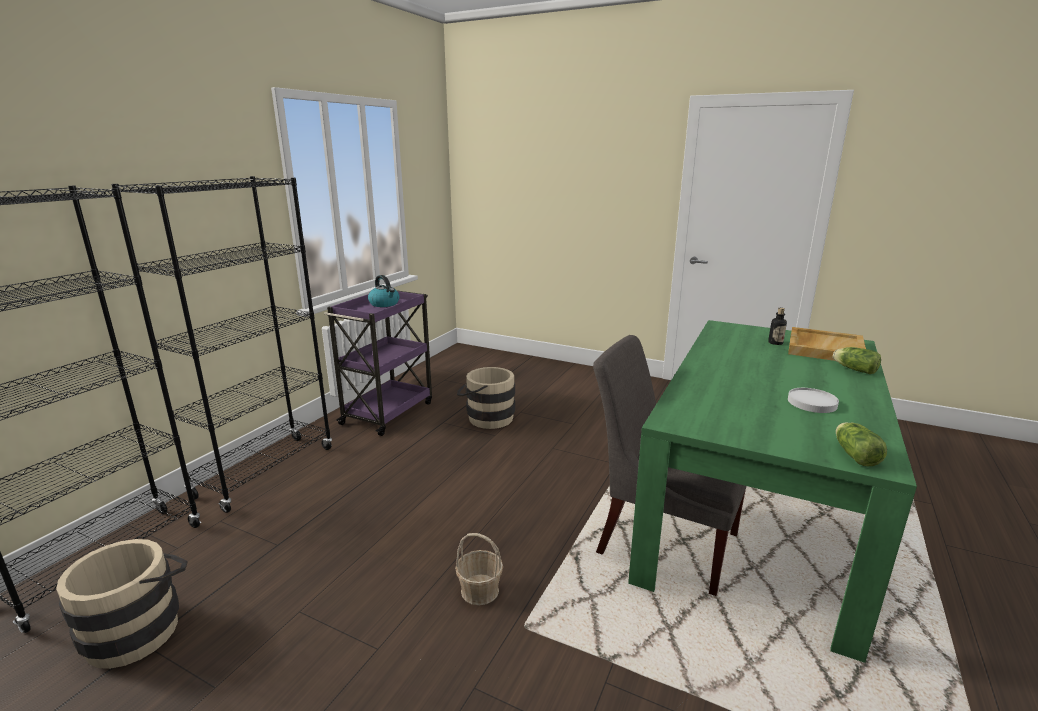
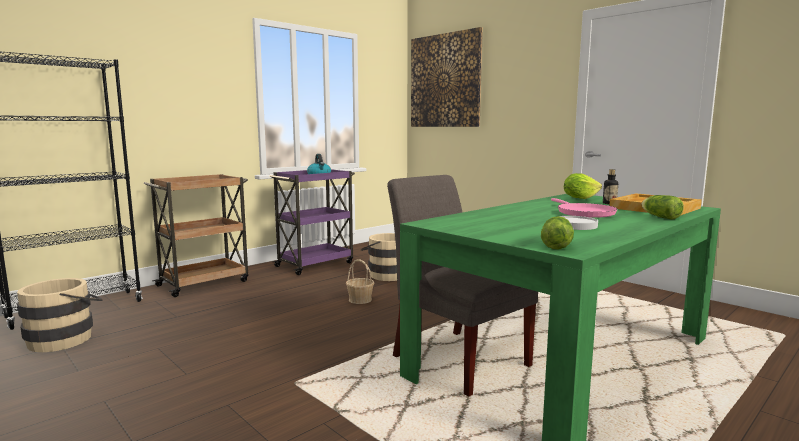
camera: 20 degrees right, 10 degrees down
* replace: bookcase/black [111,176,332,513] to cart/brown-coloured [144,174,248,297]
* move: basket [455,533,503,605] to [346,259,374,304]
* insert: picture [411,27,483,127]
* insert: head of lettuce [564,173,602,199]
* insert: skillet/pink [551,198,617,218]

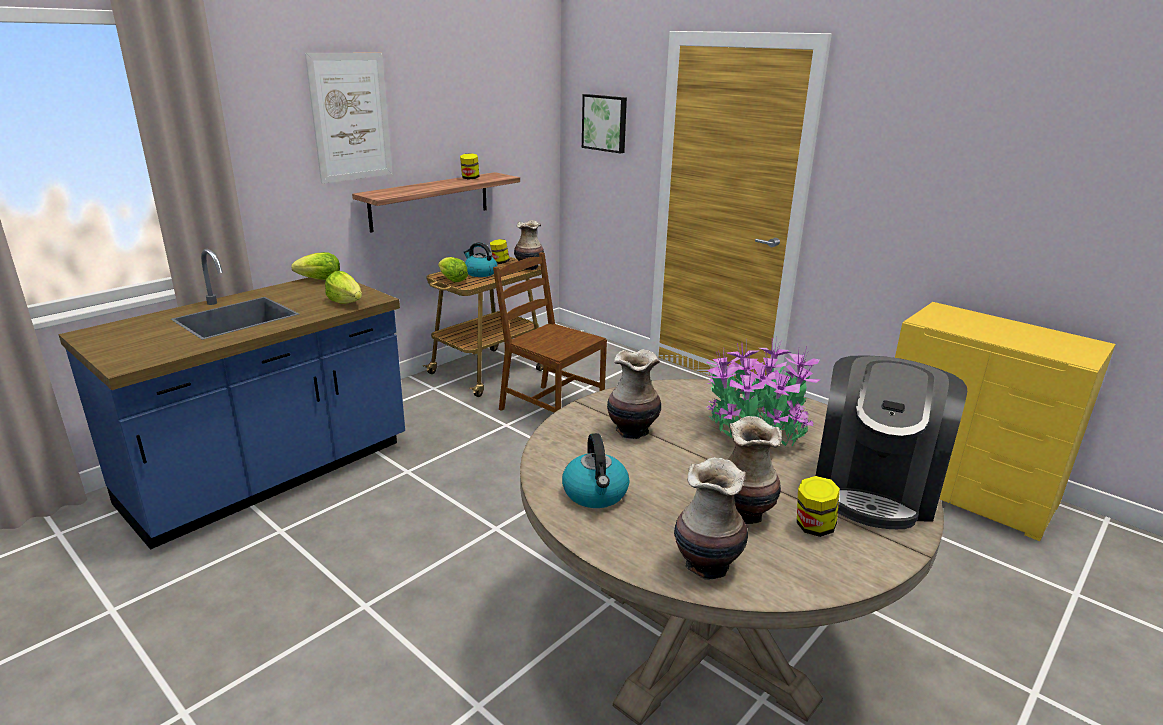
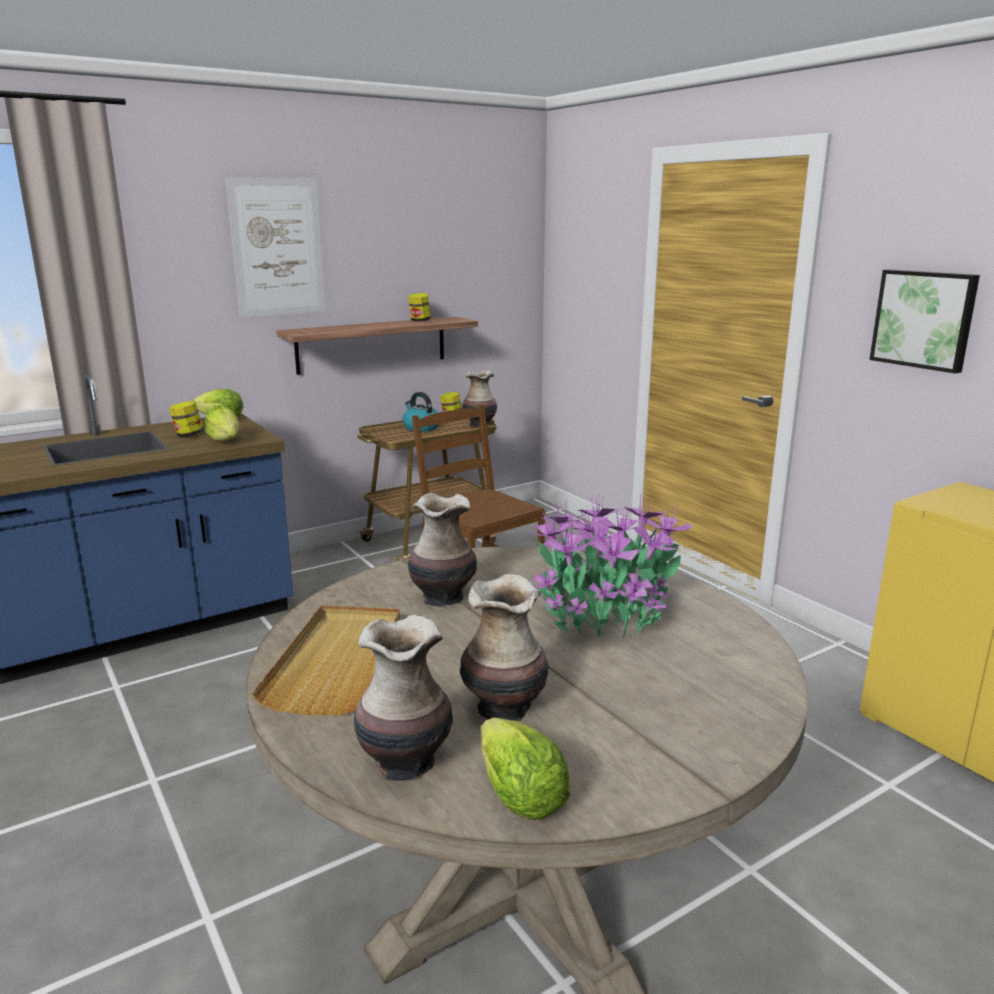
camera: 15 degrees right, 5 degrees down
* move: picture [582,94,627,153] to [870,269,980,373]
* move: head of lettuce [438,257,468,282] to [481,718,570,820]
* delete: coffee brewer [816,355,967,529]
* replace: tea kettle [562,433,629,508] to serving tray/beige-coloured [251,605,400,715]
* move: preserve jar [797,476,840,537] to [169,401,204,437]

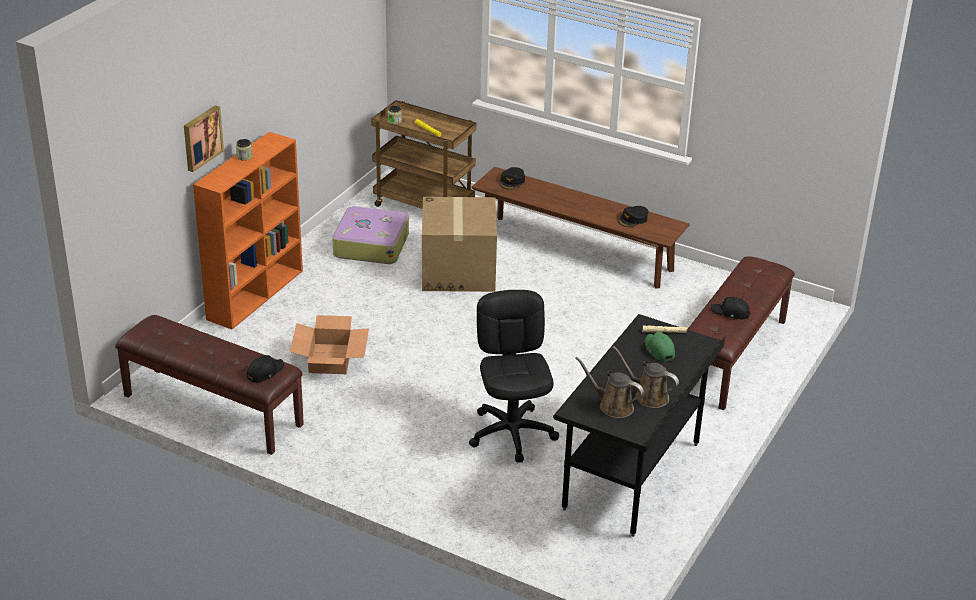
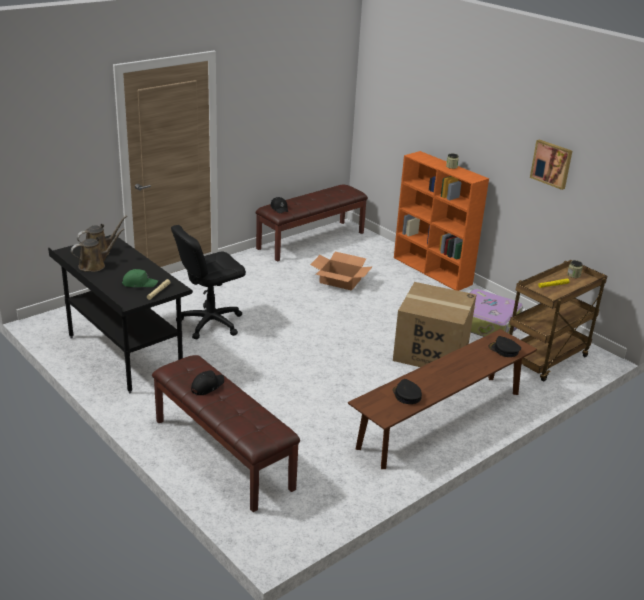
camera: 110 degrees right, 5 degrees down
* move: picture [184,105,224,172] to [530,139,572,190]
* rotate: office chair/black [469,290,559,463] = [171,225,246,339] 135 degrees clockwise

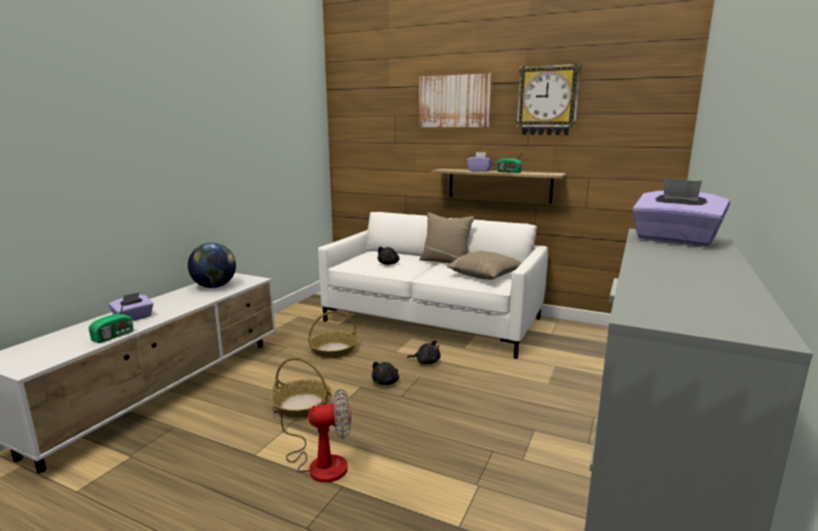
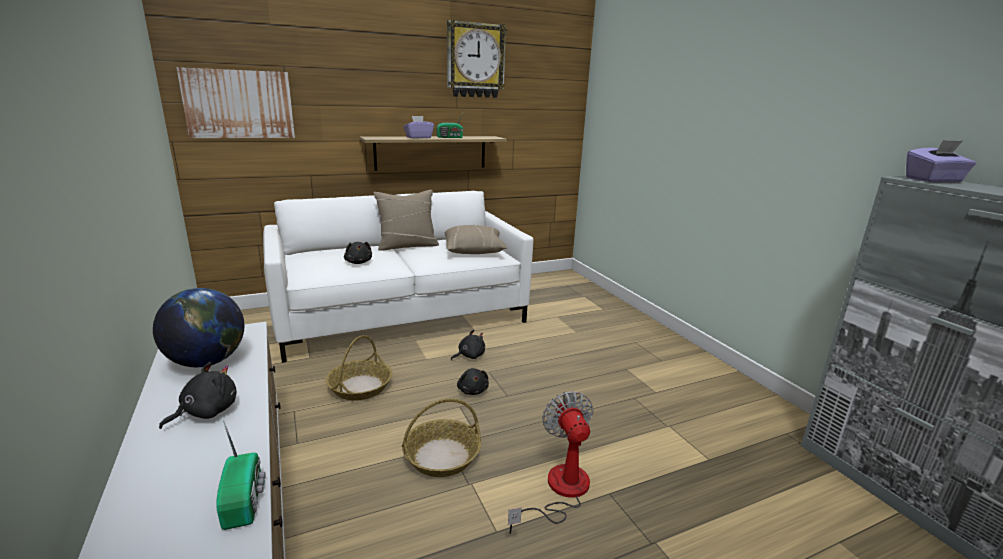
camera: 50 degrees left, 5 degrees up
* move: picture [419,73,492,127] to [176,67,295,138]
* delete: tissue holder/purplish [109,292,153,321]
* rotate: fan [273,389,351,483] = [508,391,593,534] 45 degrees counterclockwise
* insert: soft toy/black [159,362,237,429]

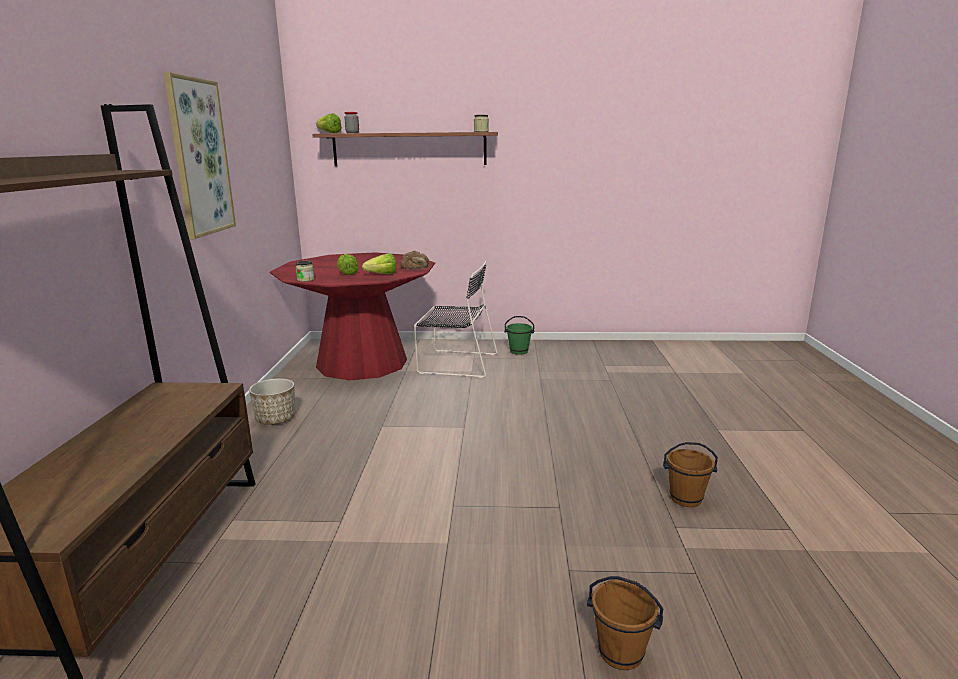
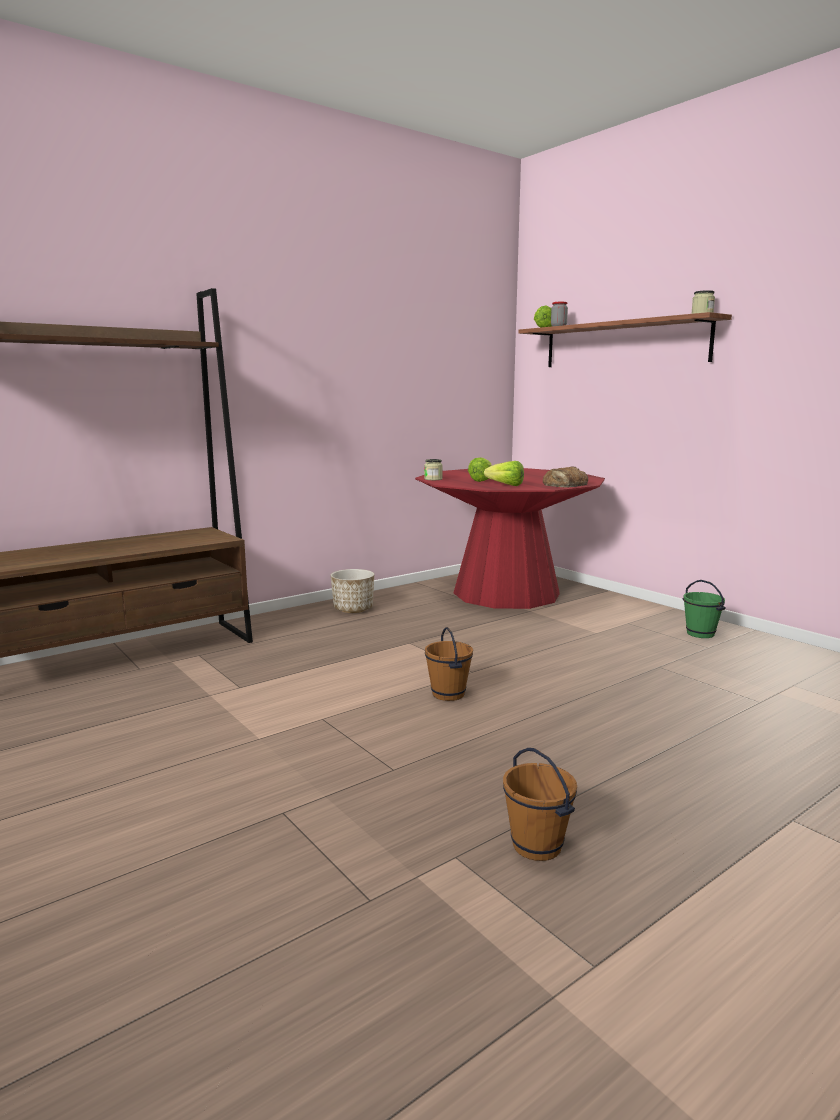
camera: 50 degrees right, 5 degrees down
* delete: picture [164,72,236,239]
* delete: upright chair/black [414,261,497,378]
* move: water bucket/brown-coloured [587,576,663,670] to [425,627,473,701]

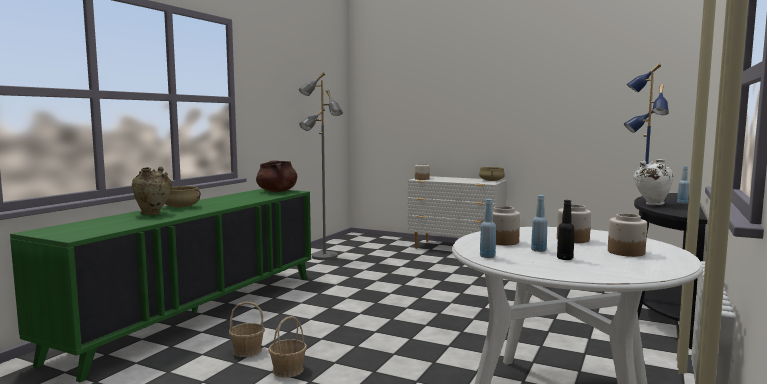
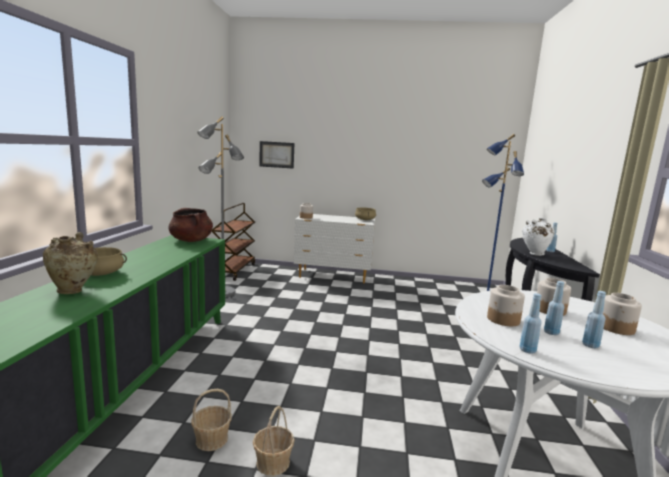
camera: 20 degrees left, 5 degrees up
* recolor: drink bottle/black [557,200,575,260] to drink bottle/blue [582,291,606,349]
* insert: picture [259,141,294,169]
* insert: cart/brown-coloured [212,203,255,281]

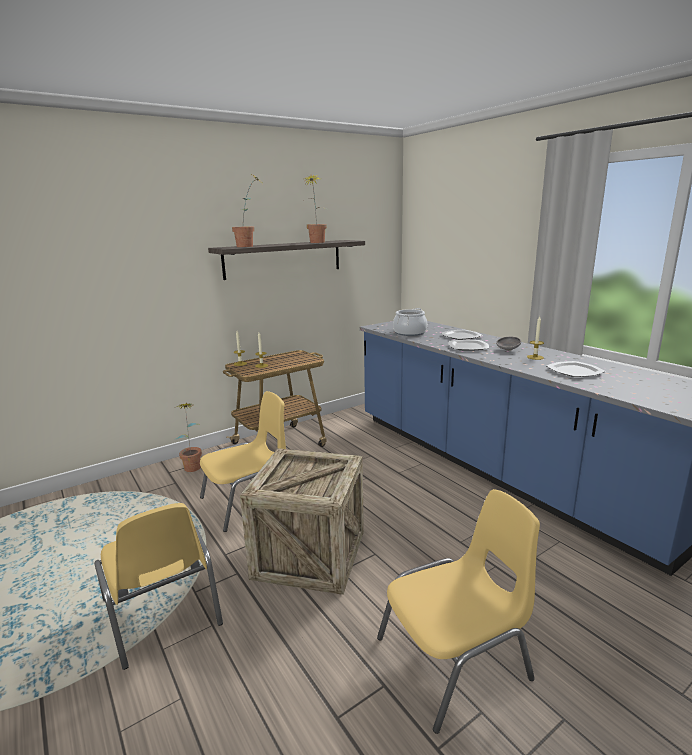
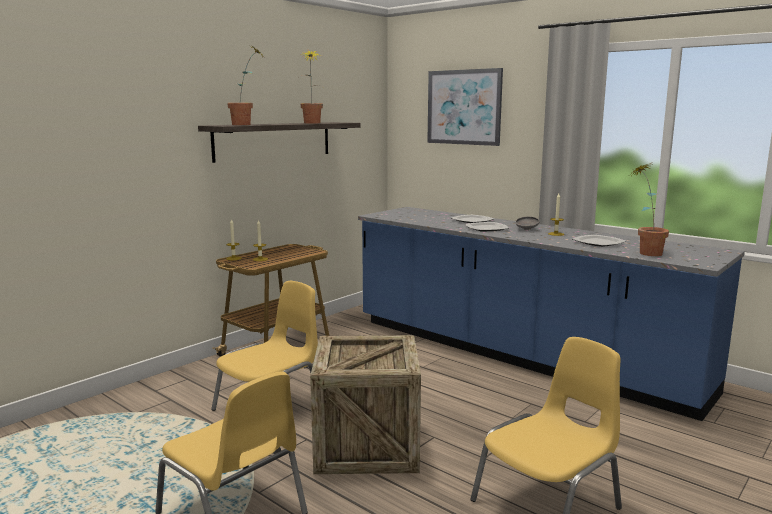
camera: 15 degrees left, 5 degrees down
* delete: stockpot [393,308,427,336]
* move: plant in a pot [176,403,202,472] to [632,163,669,256]
* insert: picture [427,68,503,146]

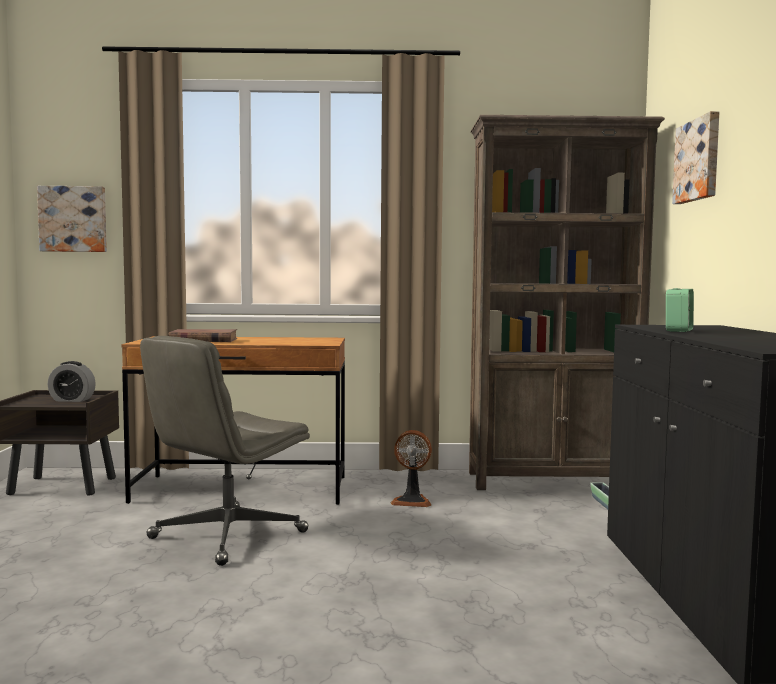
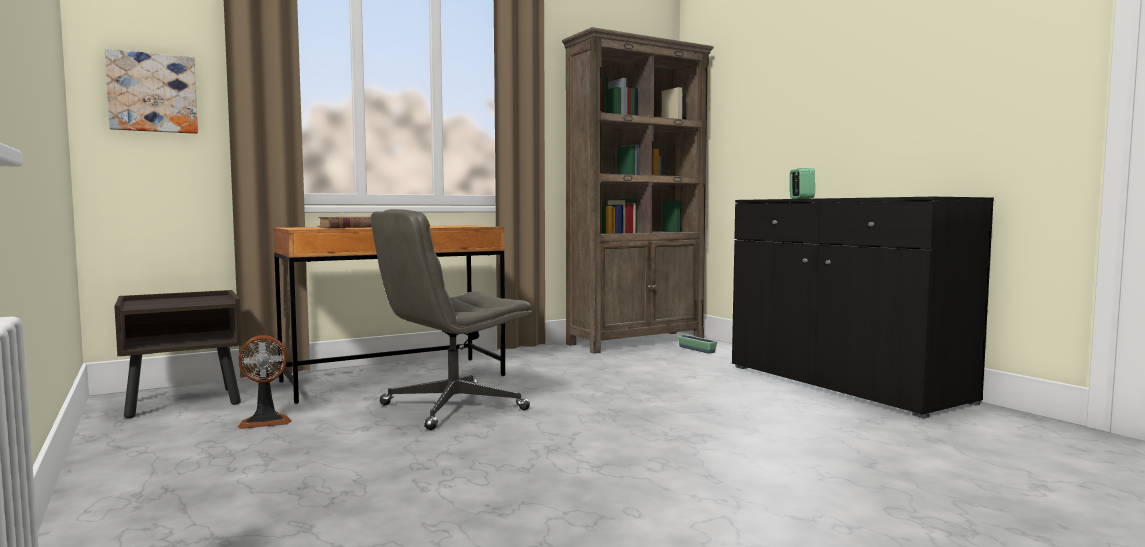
camera: 30 degrees left, 0 degrees up
* delete: picture [672,111,719,204]
* rotate: office chair/greyish [140,336,310,566] = [371,209,532,430] 45 degrees clockwise
* delete: bedside clock [48,361,96,402]
* move: fan [390,430,432,507] to [237,335,292,429]

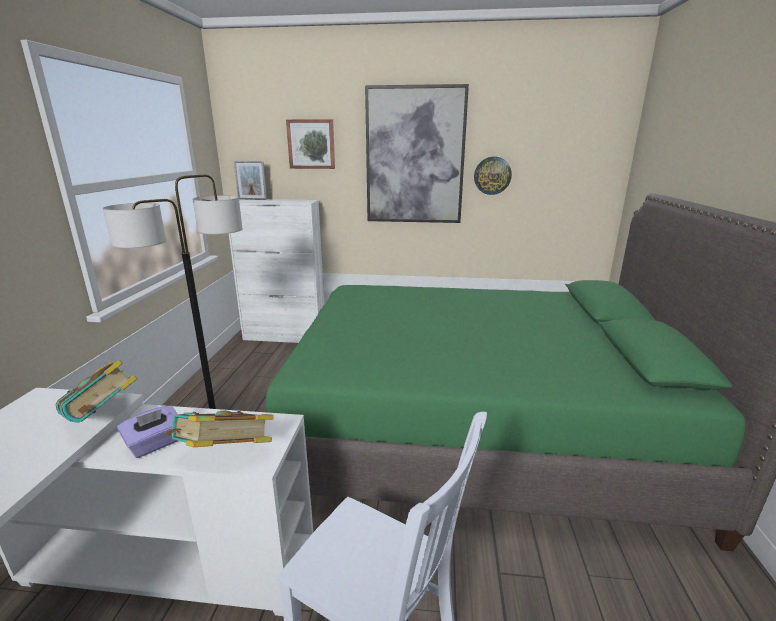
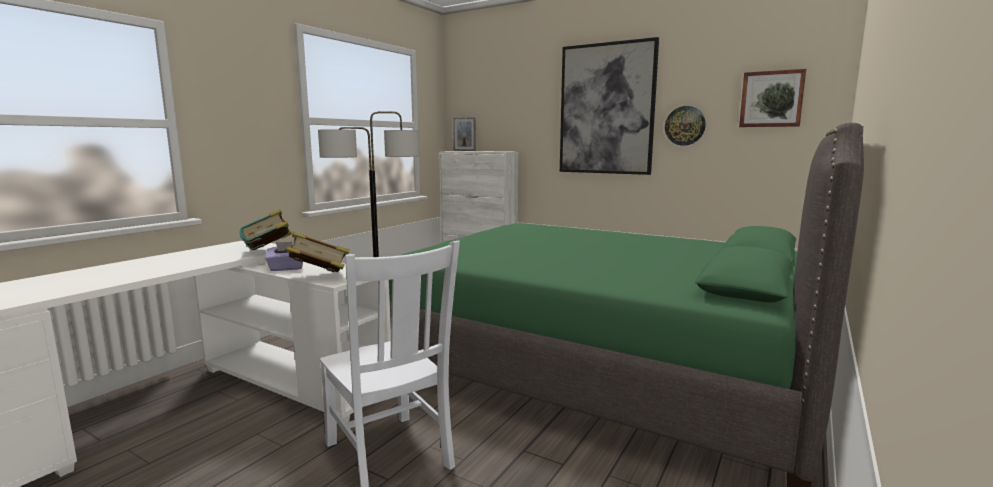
camera: 25 degrees right, 10 degrees down
* move: picture [286,119,335,169] to [739,69,806,127]

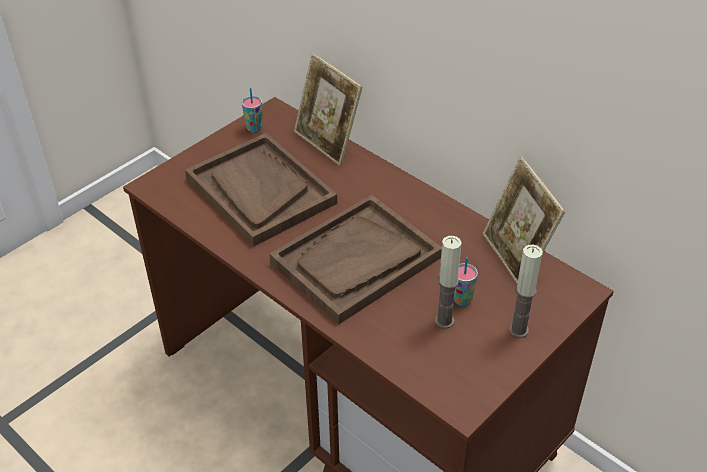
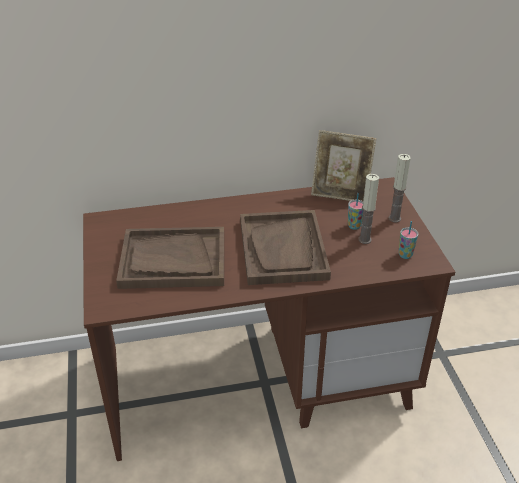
camera: 55 degrees left, 5 degrees down
* delete: photo frame [294,53,362,166]
* move: small cup [242,88,263,133] to [399,221,418,259]

